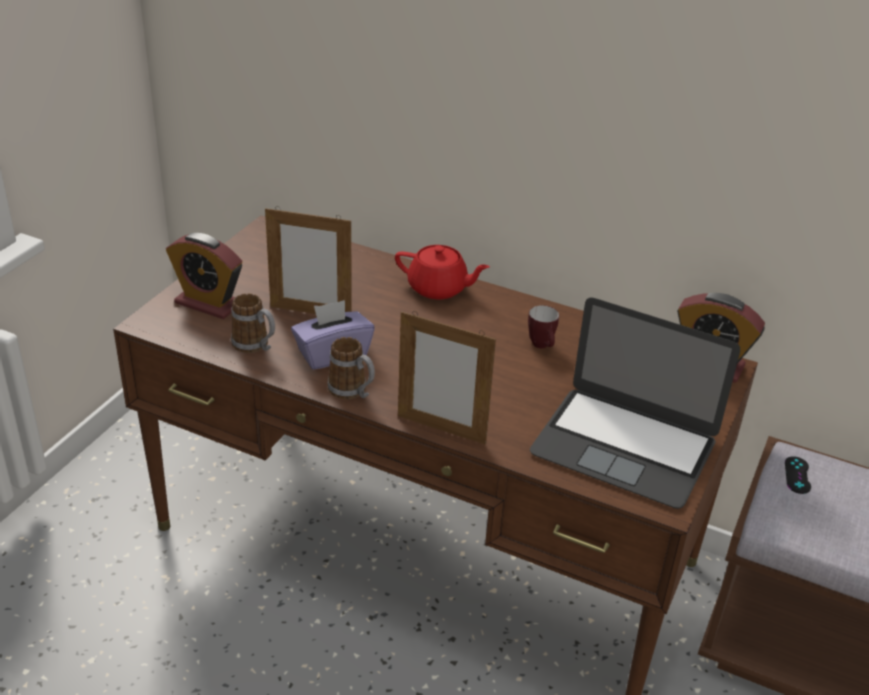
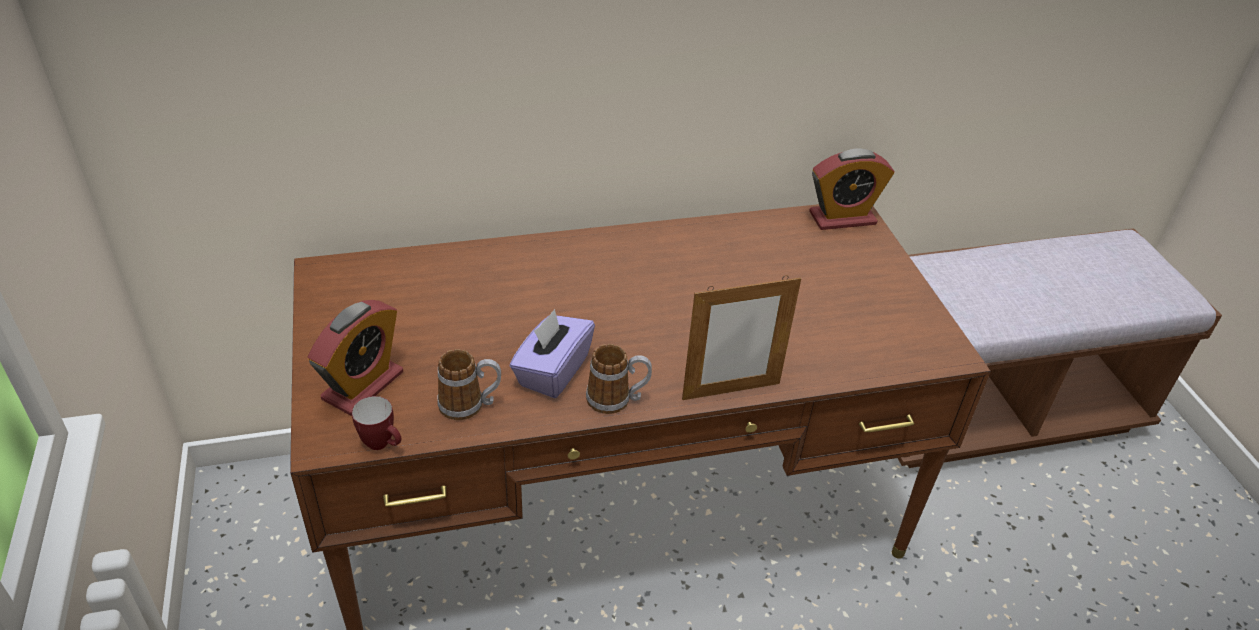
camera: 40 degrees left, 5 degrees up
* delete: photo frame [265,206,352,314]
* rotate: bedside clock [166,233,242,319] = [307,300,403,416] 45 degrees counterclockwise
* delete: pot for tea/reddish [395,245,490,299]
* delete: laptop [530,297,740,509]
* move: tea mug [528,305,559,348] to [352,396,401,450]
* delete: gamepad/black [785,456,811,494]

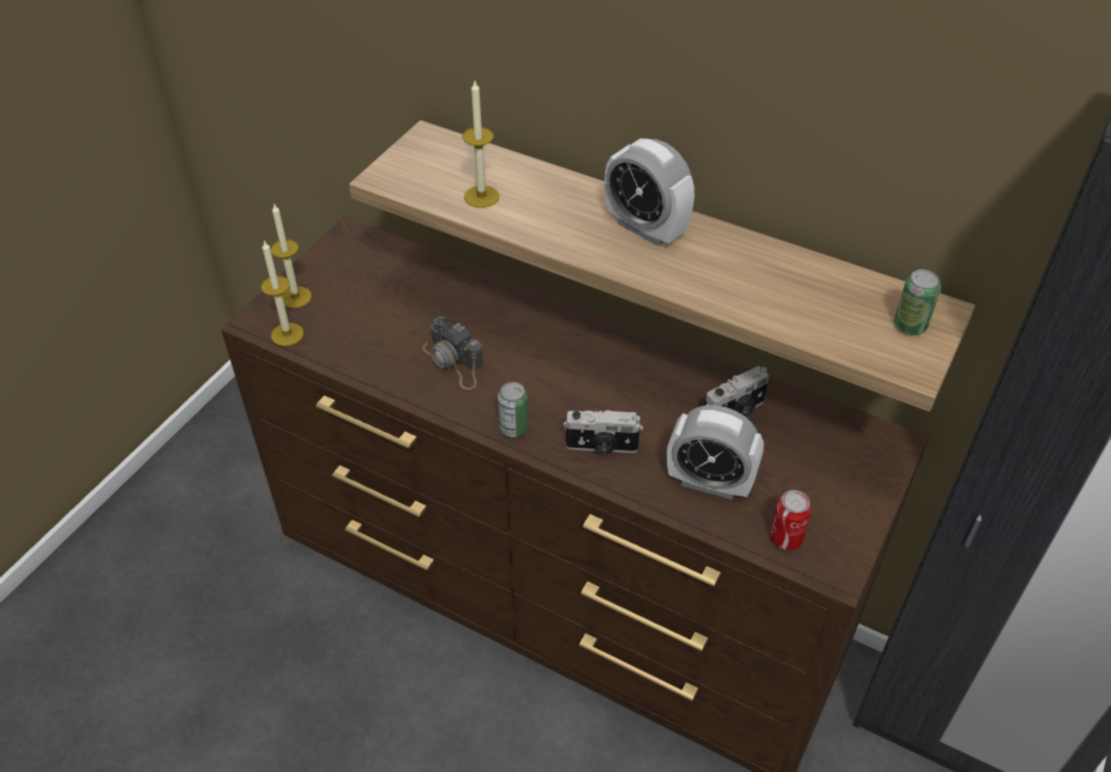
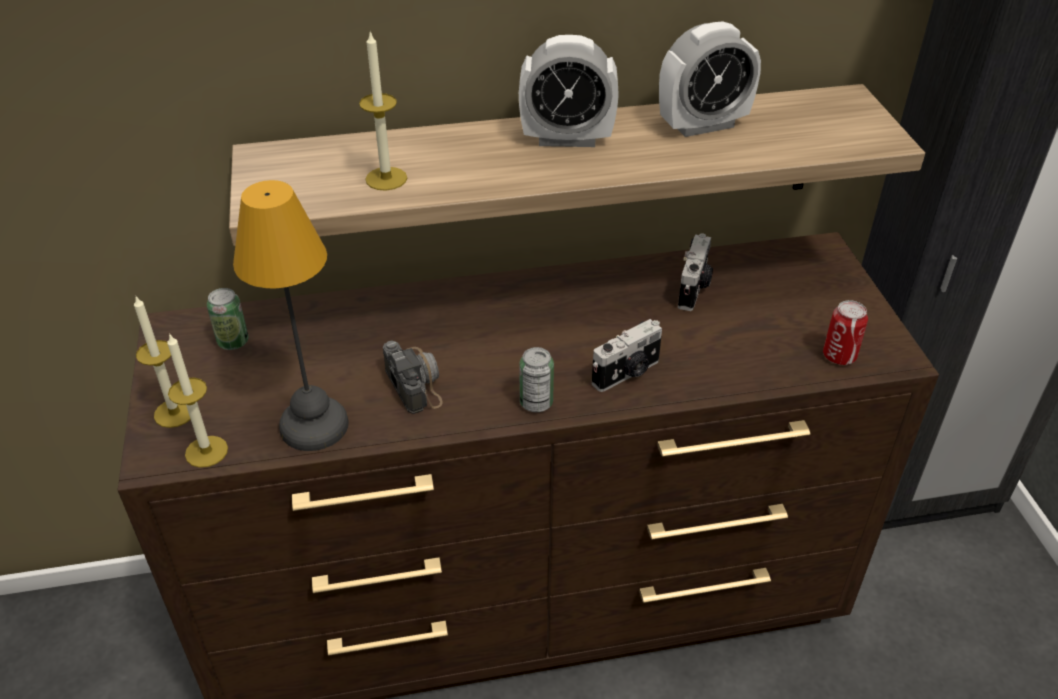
camera: 40 degrees left, 5 degrees down
* move: sealed can [894,269,941,335] to [207,288,249,350]
* rotate: still camera [422,316,484,390] = [383,341,442,414] 120 degrees counterclockwise
* move: bedside clock [667,405,764,500] to [659,21,761,137]
* insert: lamp for a table [233,180,349,451]

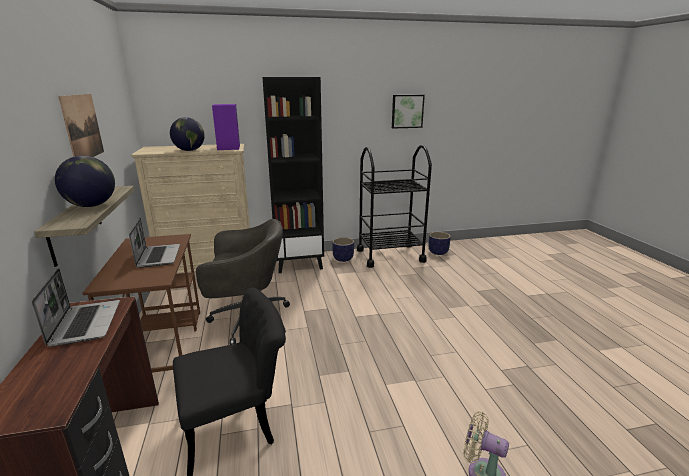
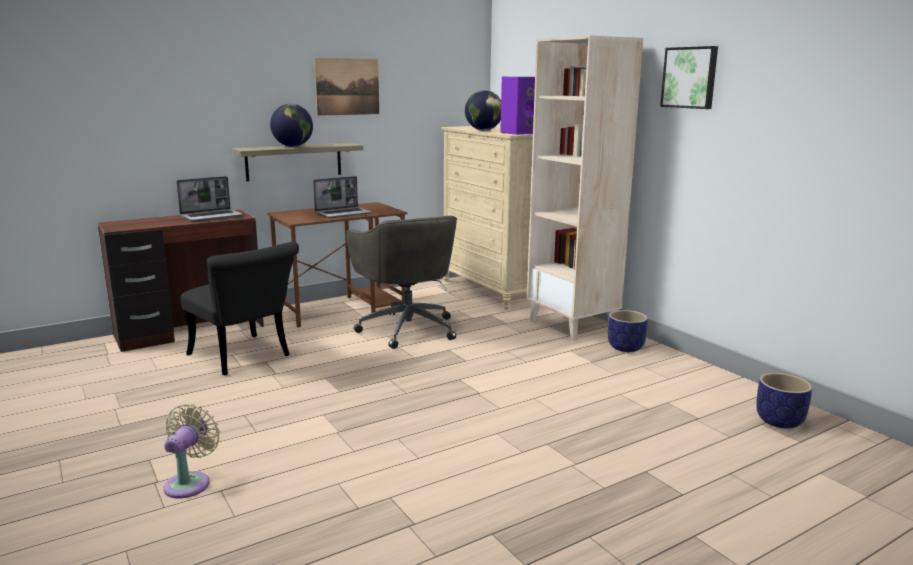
camera: 70 degrees right, 5 degrees down
* recolor: bookcase/black [262,77,324,273] to bookcase/beige-coloured [527,35,643,341]
* move: picture [392,95,425,128] to [660,46,718,109]
* delete: cart/black [357,145,432,268]

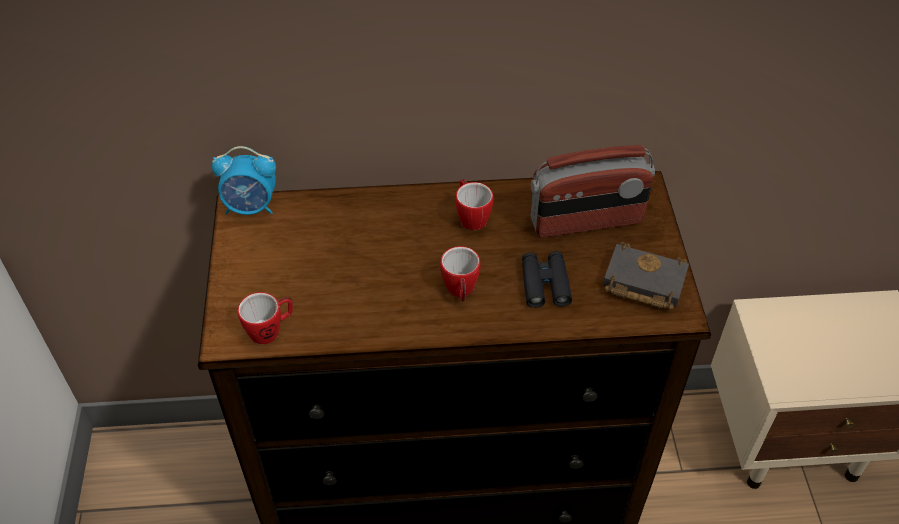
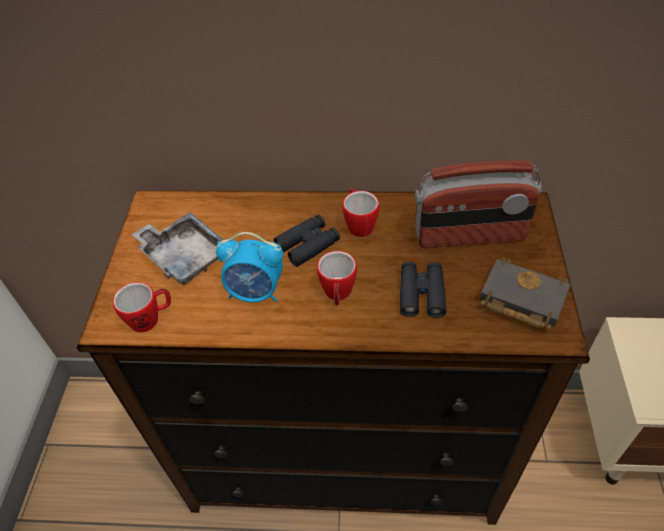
camera: 10 degrees right, 0 degrees up
* move: bedside clock [212,146,276,215] to [216,232,283,302]
* insert: serving tray/greyish [132,212,224,285]
* insert: field glasses/black [274,214,340,267]

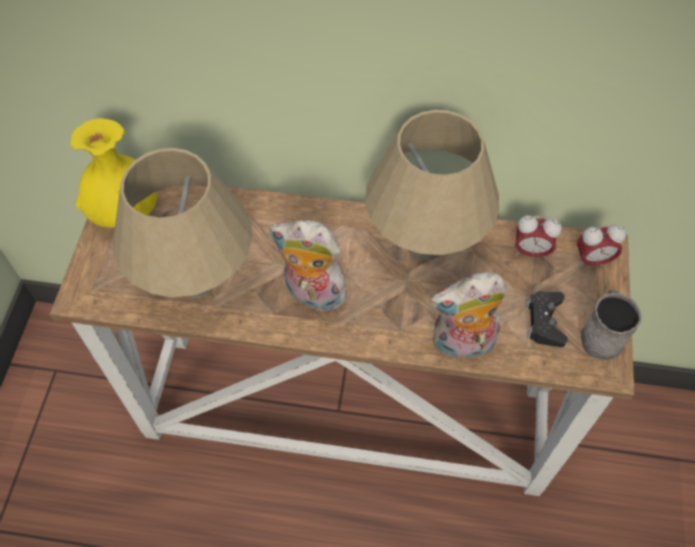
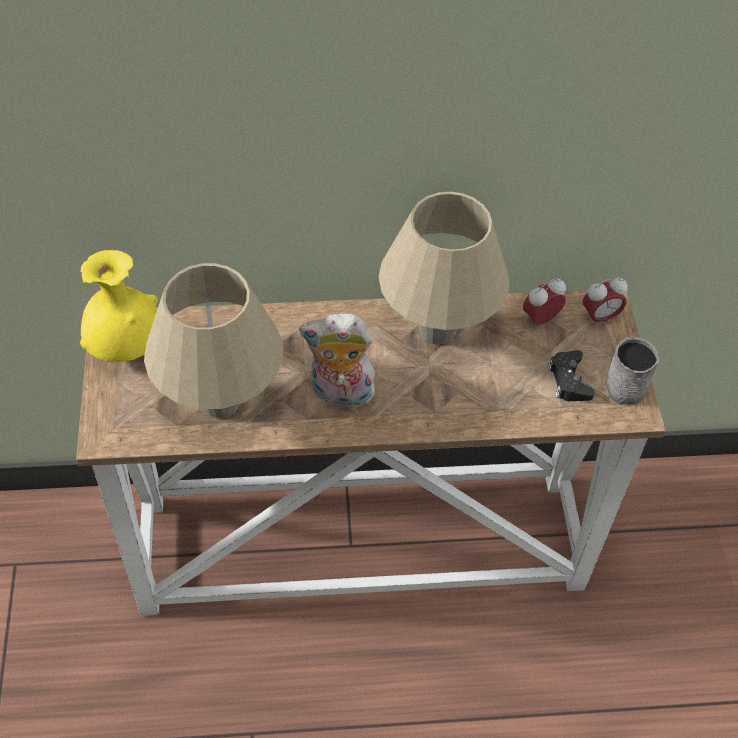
camera: 15 degrees left, 5 degrees down
* rotate: bedside clock [515,215,562,260] = [523,278,566,325] 150 degrees clockwise
* delete: soft toy [430,272,507,359]

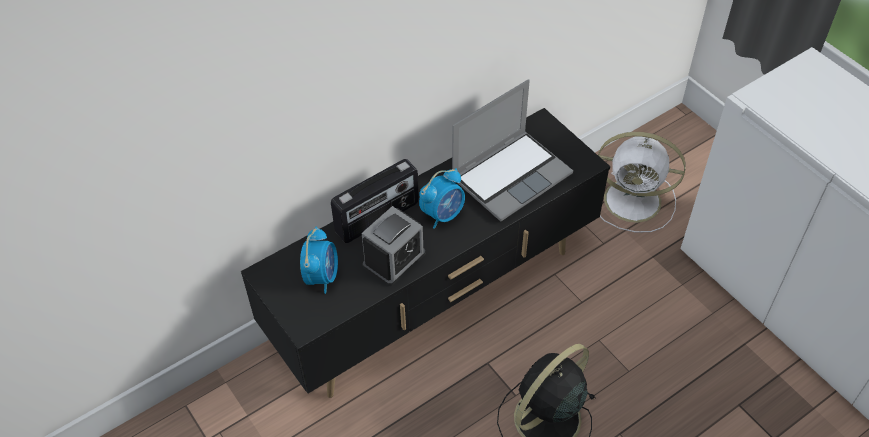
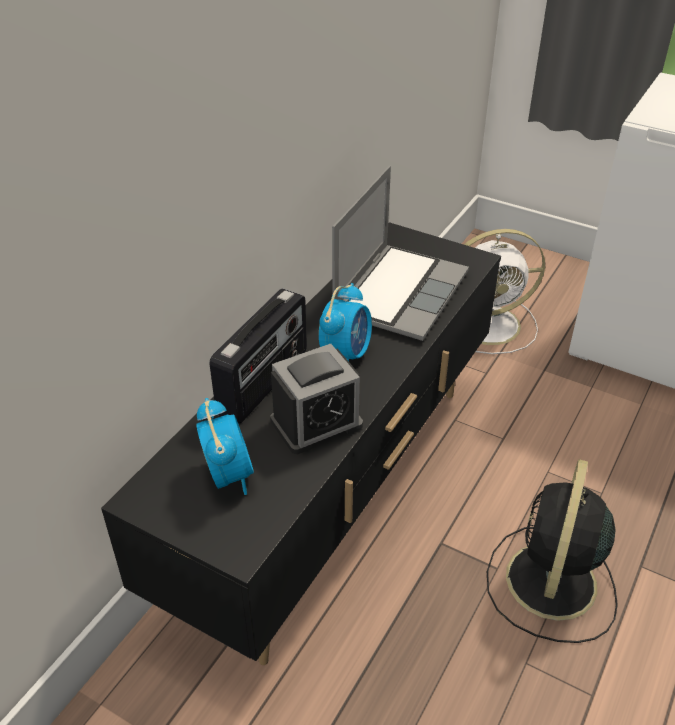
camera: 25 degrees left, 10 degrees down
* rotate: bedside clock [362,206,425,286] = [270,344,363,454] 45 degrees clockwise

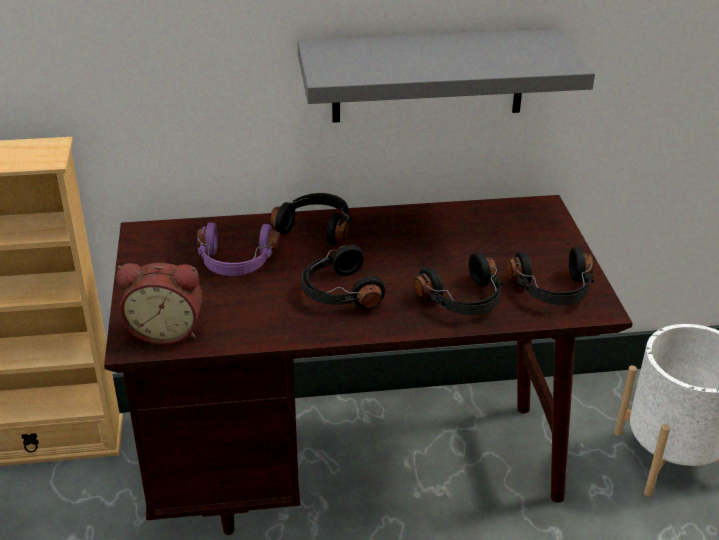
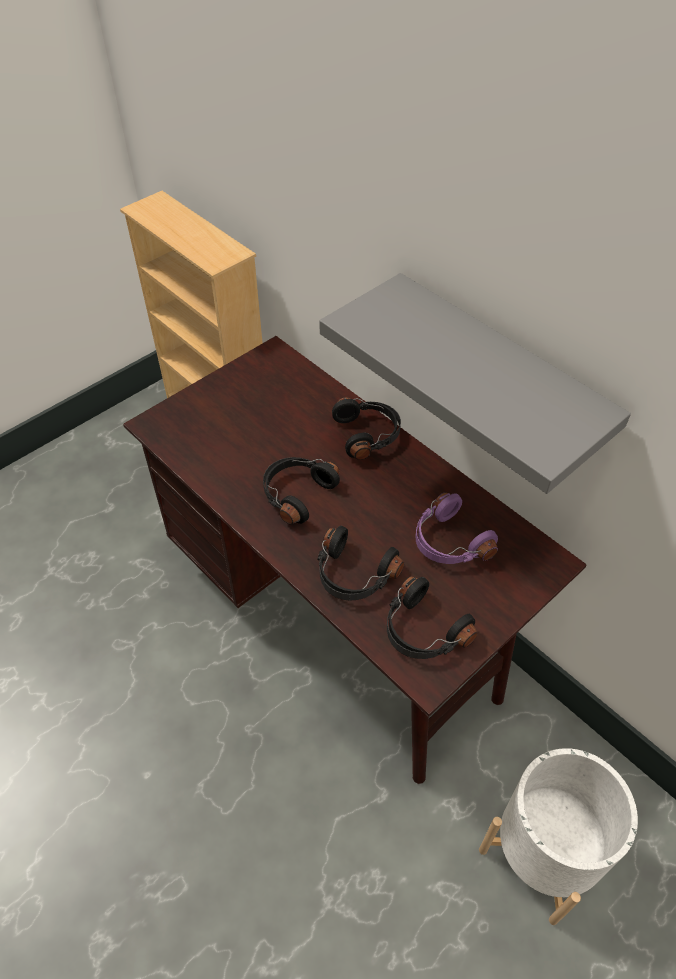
camera: 55 degrees right, 15 degrees up
* move: headset/purplish [197,223,281,276] to [415,492,498,564]
* delete: bedside clock [116,263,202,345]

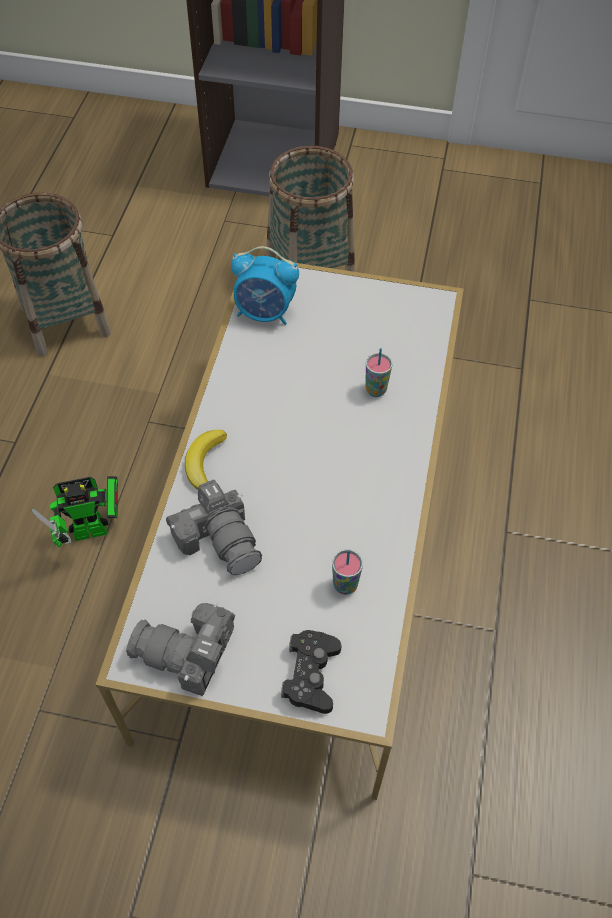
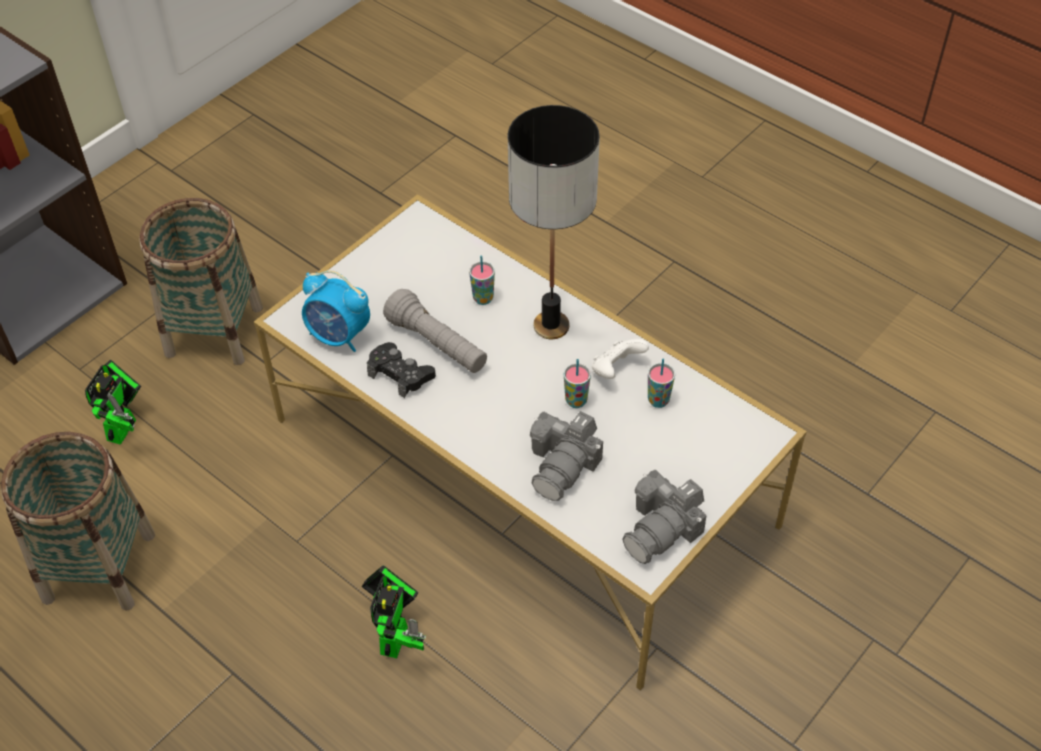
camera: 60 degrees left, 5 degrees down
* rotate: bedside clock [231,246,299,325] = [302,270,370,352] 75 degrees clockwise
* delete: banana [185,430,227,490]
* rotate: still camera [166,480,262,575] = [530,411,603,501] 120 degrees clockwise
* move: gamepad/black [281,630,342,714] to [367,342,436,398]
* insert: lamp for a table [508,105,600,339]
* insert: torch/greyish [383,289,487,373]
* insert: gamepad/whitish [592,339,649,379]
* insert: small cup [564,359,591,408]
* insert: robot figure [85,360,141,445]

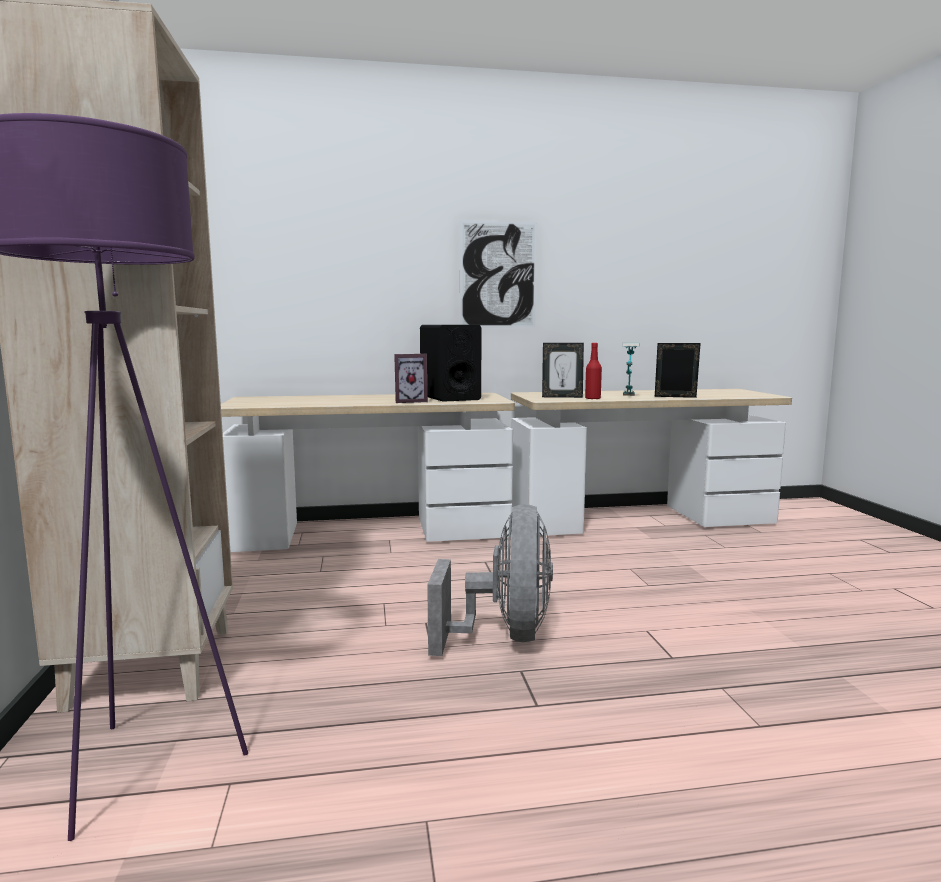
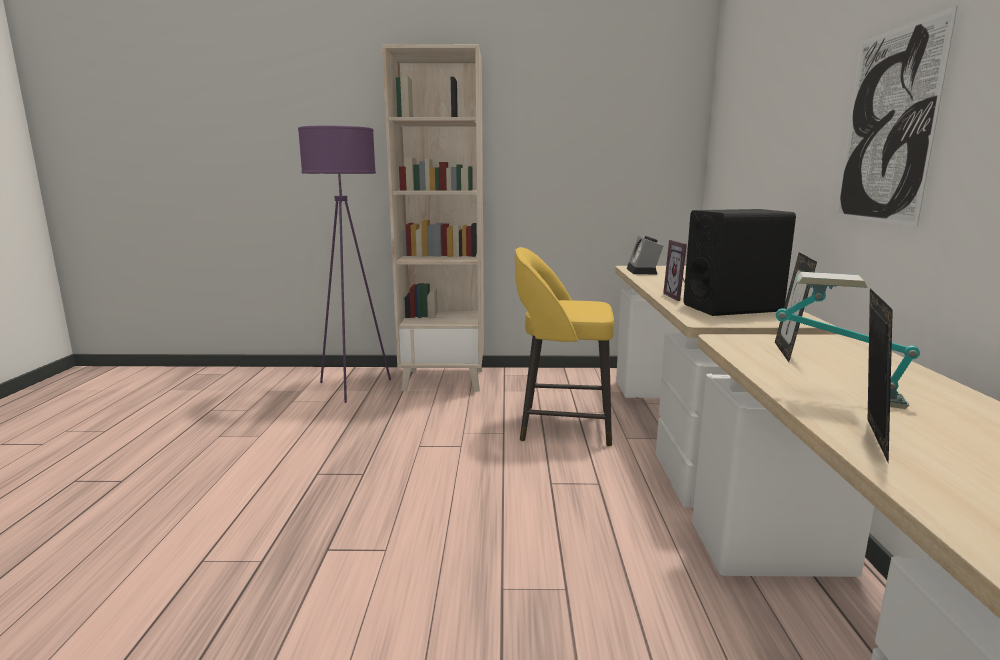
camera: 100 degrees right, 5 degrees up
* delete: drink bottle/reddish [585,343,602,399]
* delete: fan/greyish [427,504,553,656]
* insert: bedside clock [627,236,663,274]
* insert: stool seat/yellow [515,247,614,447]

